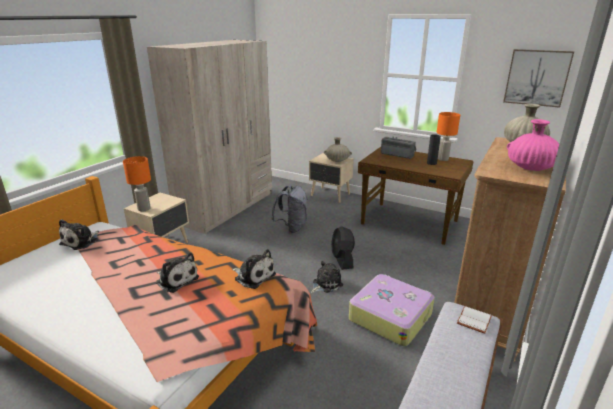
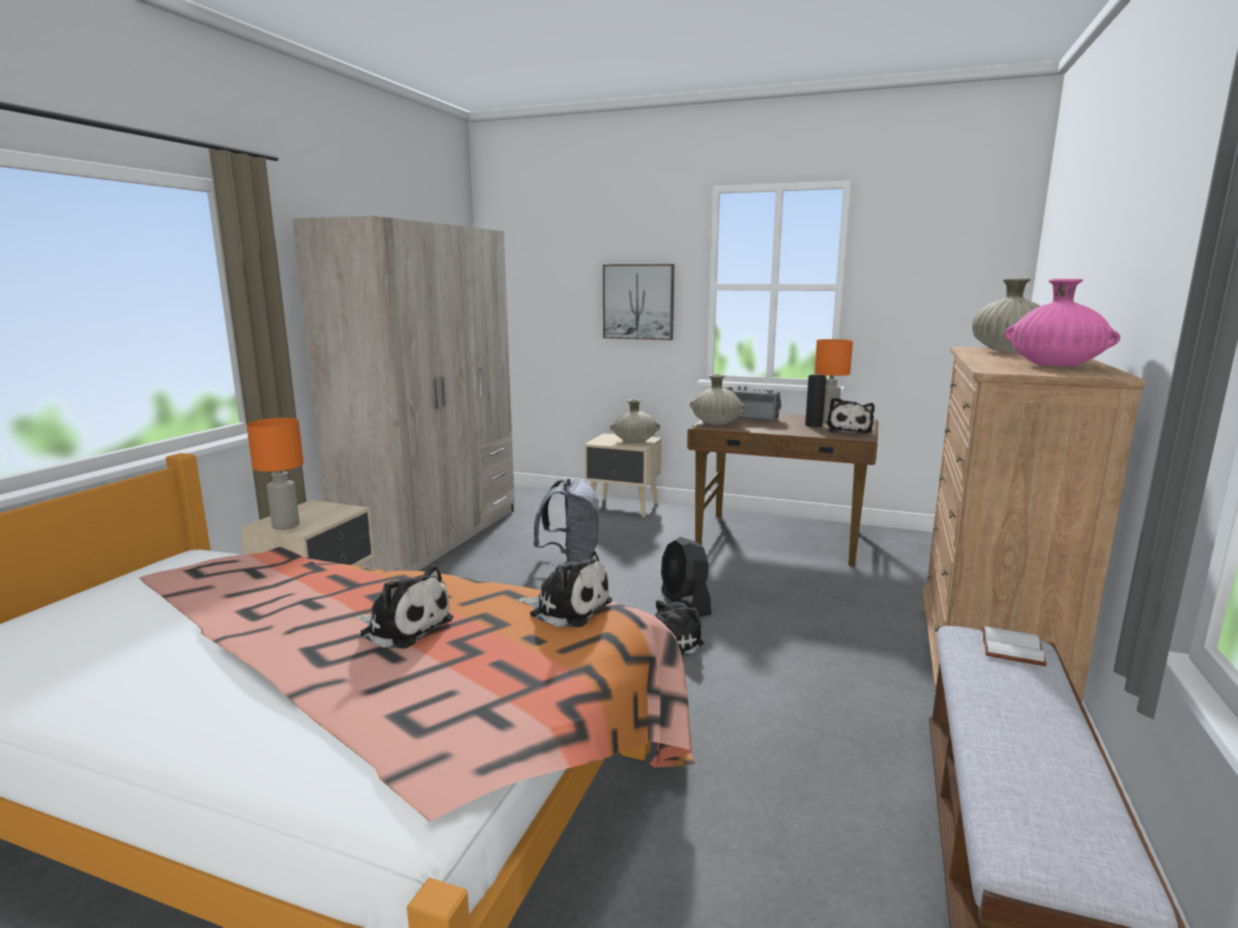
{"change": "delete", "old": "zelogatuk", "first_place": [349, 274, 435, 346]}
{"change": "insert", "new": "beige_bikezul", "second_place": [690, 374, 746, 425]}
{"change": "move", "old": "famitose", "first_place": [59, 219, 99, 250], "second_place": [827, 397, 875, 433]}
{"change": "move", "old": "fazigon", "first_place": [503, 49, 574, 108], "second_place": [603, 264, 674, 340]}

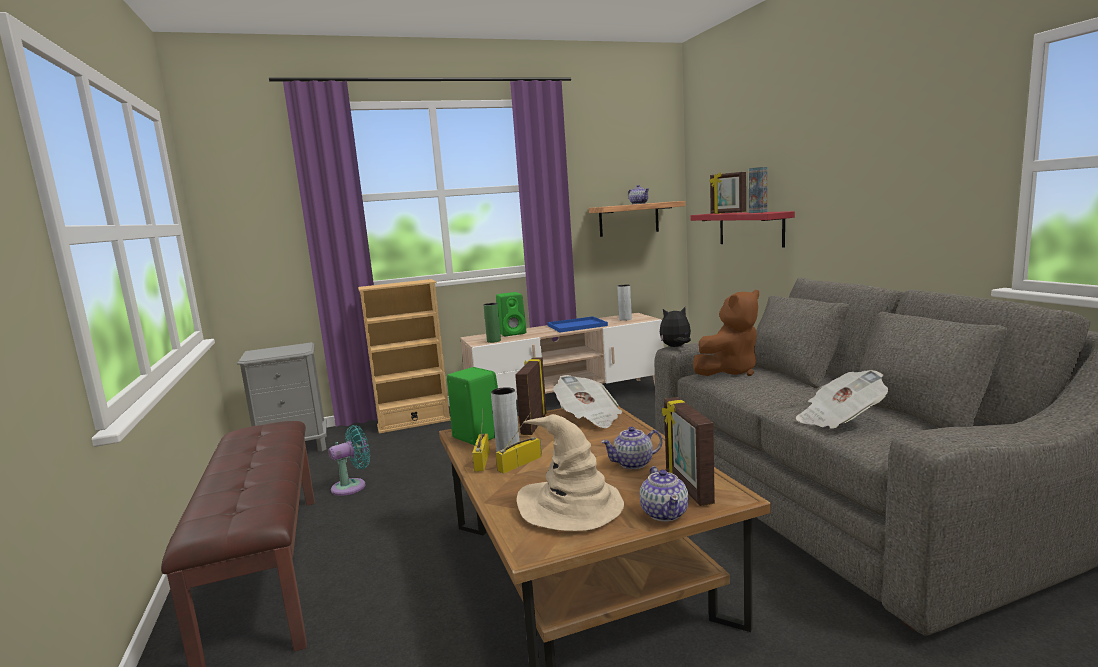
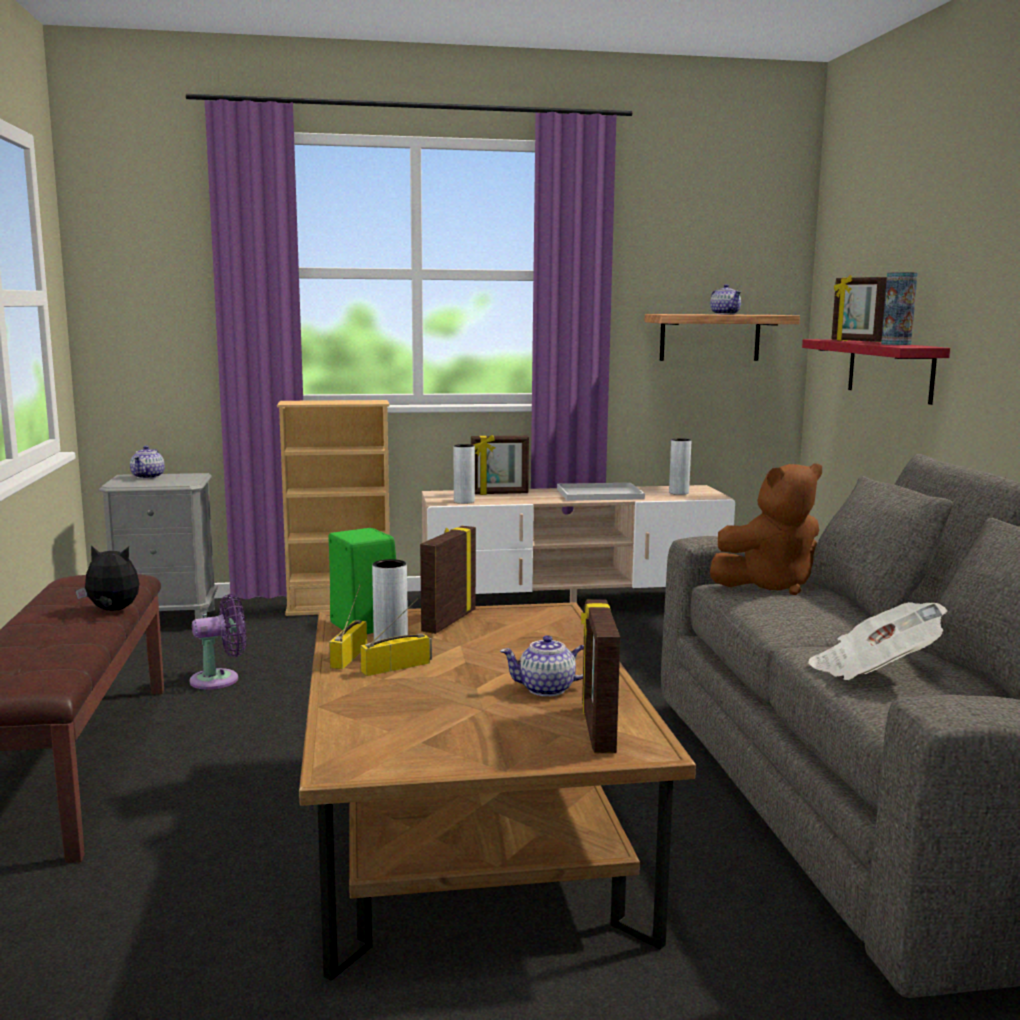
{"change": "delete", "old": "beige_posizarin", "first_place": [517, 414, 624, 531]}
{"change": "delete", "old": "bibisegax", "first_place": [553, 375, 623, 428]}
{"change": "move", "old": "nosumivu", "first_place": [640, 466, 689, 522], "second_place": [130, 445, 165, 479]}
{"change": "move", "old": "famitose", "first_place": [660, 307, 691, 347], "second_place": [75, 545, 139, 611]}
{"change": "replace", "old": "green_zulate", "new": "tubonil", "first_place": [496, 292, 526, 336], "second_place": [471, 435, 529, 495]}
{"change": "recolor", "old": "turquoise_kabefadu", "new": "purple_kabefadu", "first_place": [328, 425, 370, 496], "second_place": [190, 594, 246, 690]}
{"change": "recolor", "old": "green_bikezul", "new": "grey_bikezul", "first_place": [484, 303, 501, 343], "second_place": [454, 444, 475, 504]}
{"change": "recolor", "old": "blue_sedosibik", "new": "white_sedosibik", "first_place": [548, 316, 608, 332], "second_place": [557, 483, 645, 501]}

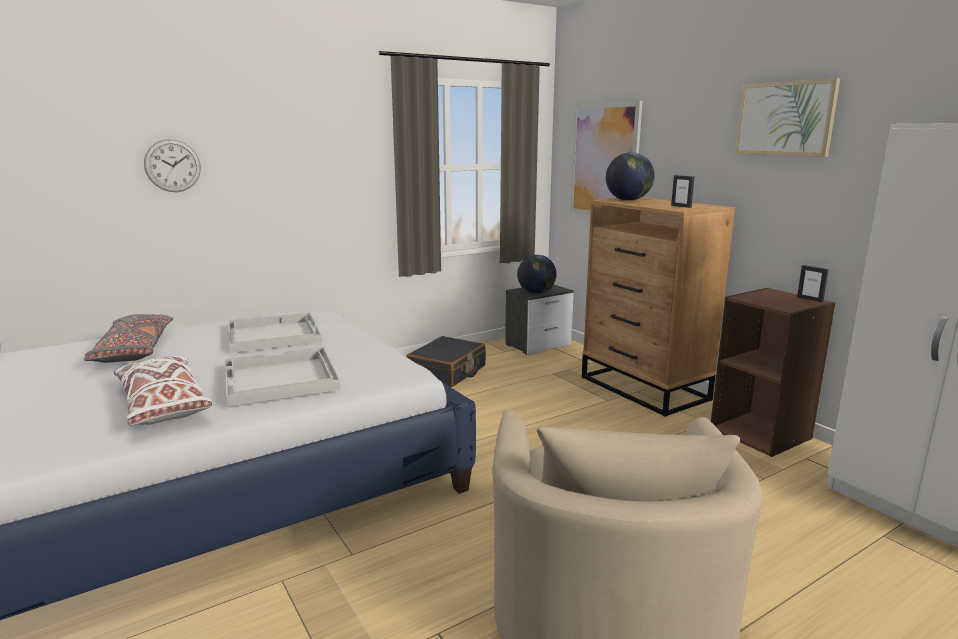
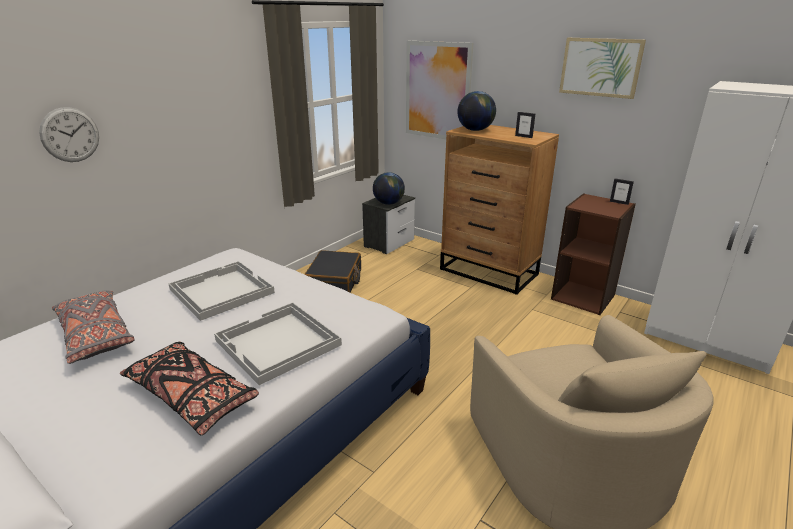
{"change": "recolor", "old": "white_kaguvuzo", "new": "black_kaguvuzo", "first_place": [114, 356, 212, 425], "second_place": [120, 341, 259, 435]}

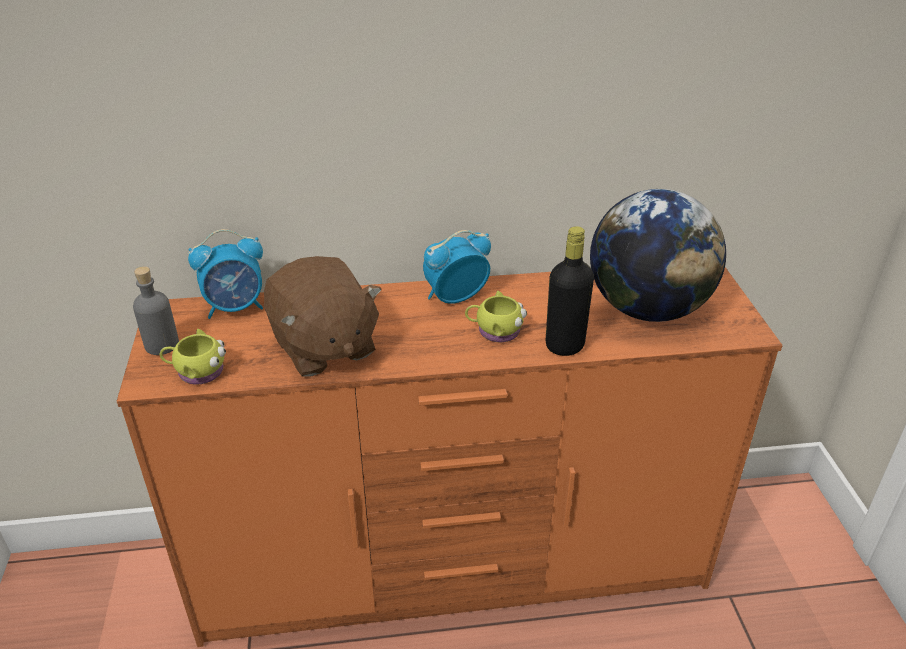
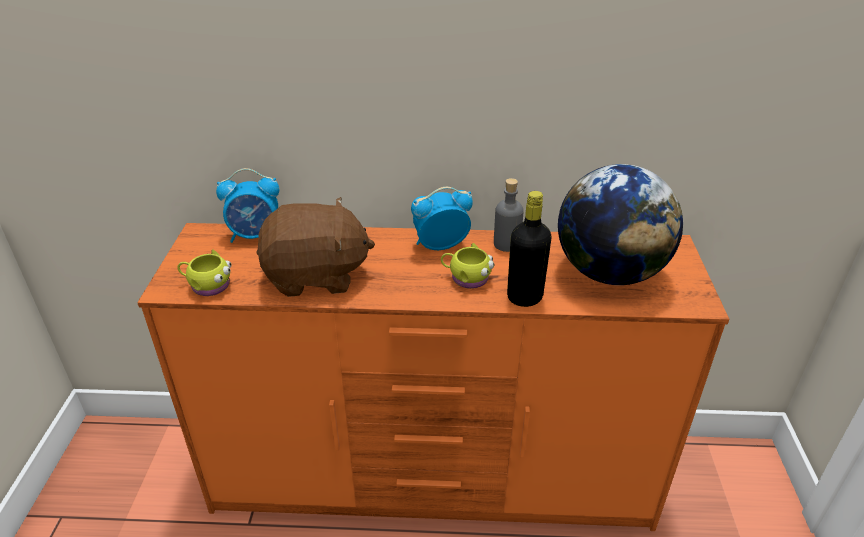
{"change": "move", "old": "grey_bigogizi", "first_place": [133, 266, 179, 355], "second_place": [494, 178, 524, 252]}
{"change": "rotate", "old": "brown_famitose", "first_place": [264, 256, 382, 377], "second_place": [257, 197, 375, 297], "degrees": -75}

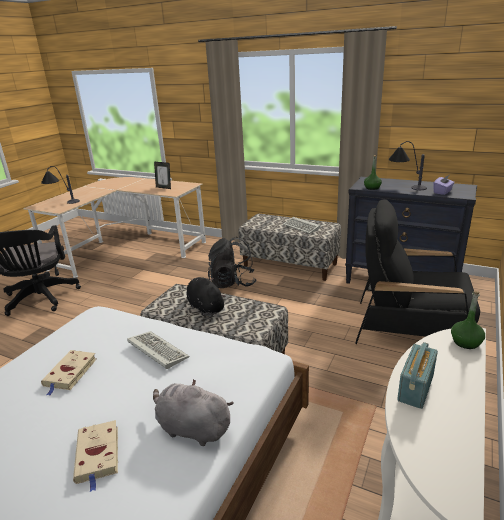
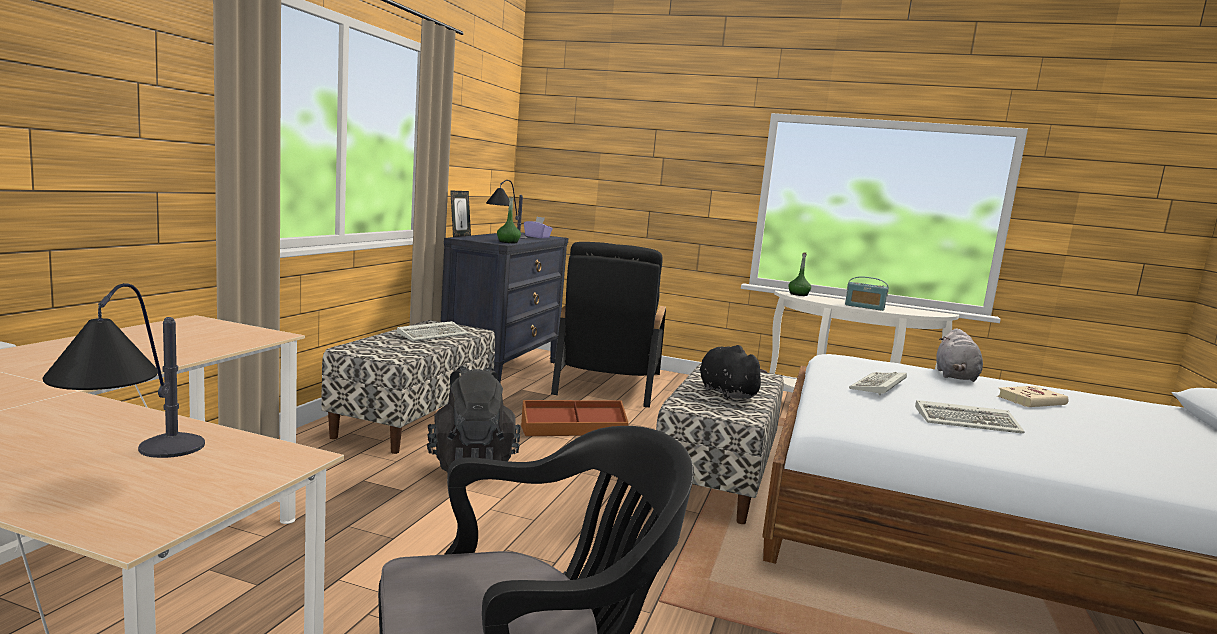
{"change": "insert", "new": "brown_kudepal", "second_place": [521, 400, 628, 436]}
{"change": "move", "old": "tubonil", "first_place": [154, 162, 171, 189], "second_place": [450, 191, 471, 237]}
{"change": "replace", "old": "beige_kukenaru", "new": "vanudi", "first_place": [41, 350, 97, 396], "second_place": [915, 400, 1025, 434]}
{"change": "rotate", "old": "black_famitose", "first_place": [187, 277, 226, 316], "second_place": [700, 345, 767, 399], "degrees": 105}

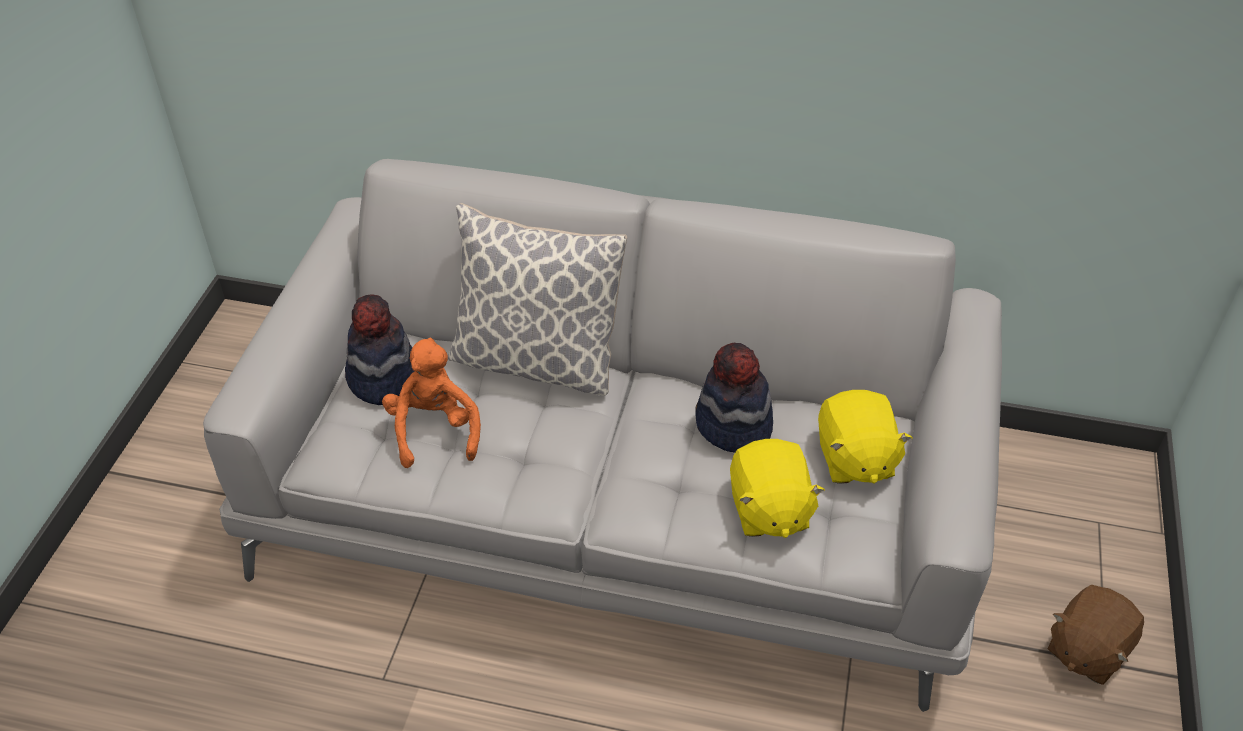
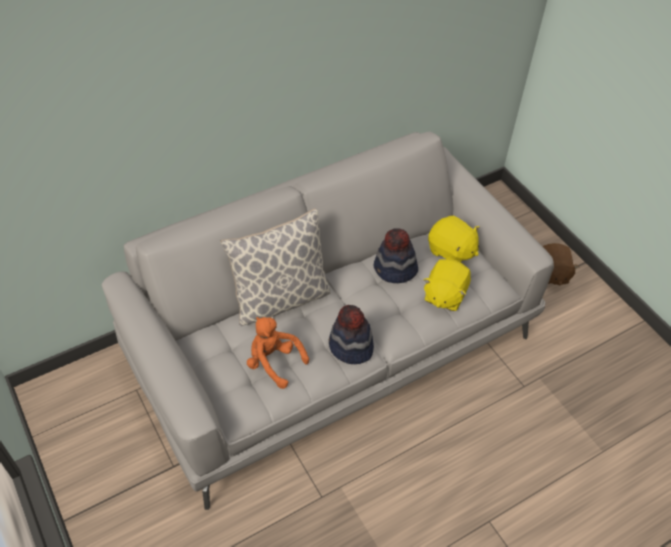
{"change": "move", "old": "posizarin", "first_place": [345, 294, 414, 405], "second_place": [329, 305, 374, 364]}
{"change": "rotate", "old": "yellow_famitose", "first_place": [730, 439, 825, 538], "second_place": [423, 259, 471, 311], "degrees": 75}

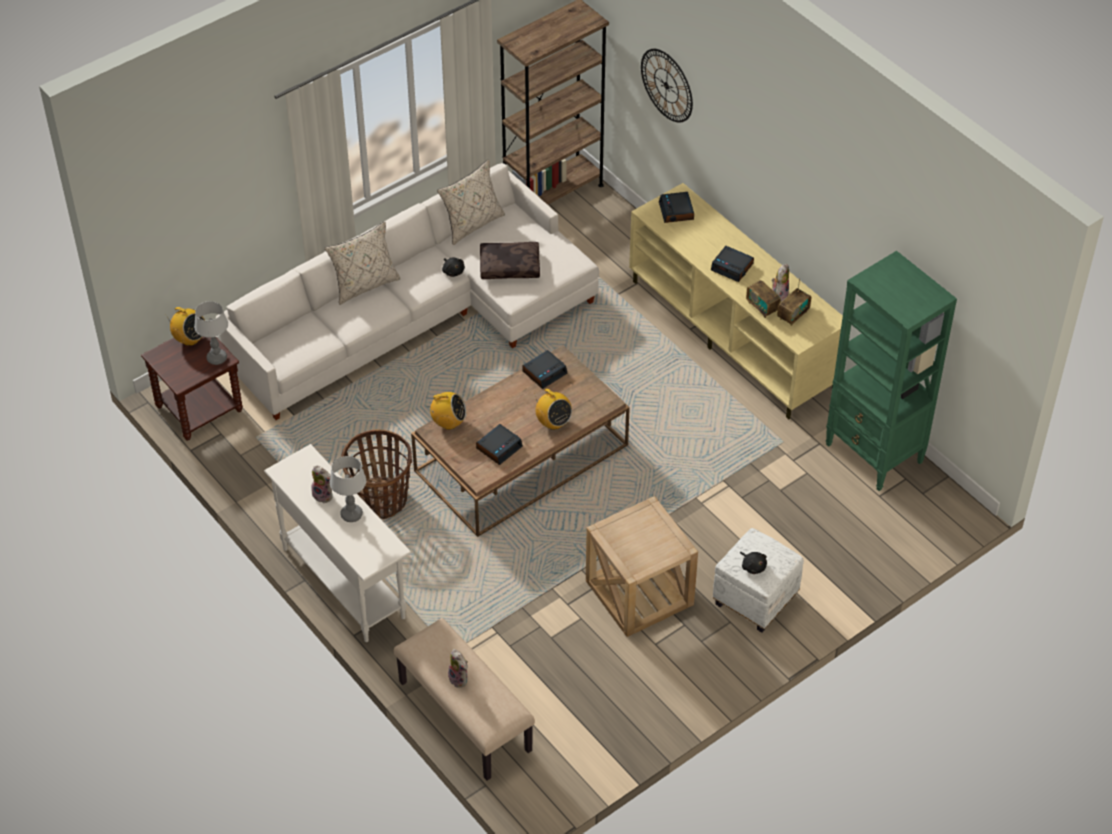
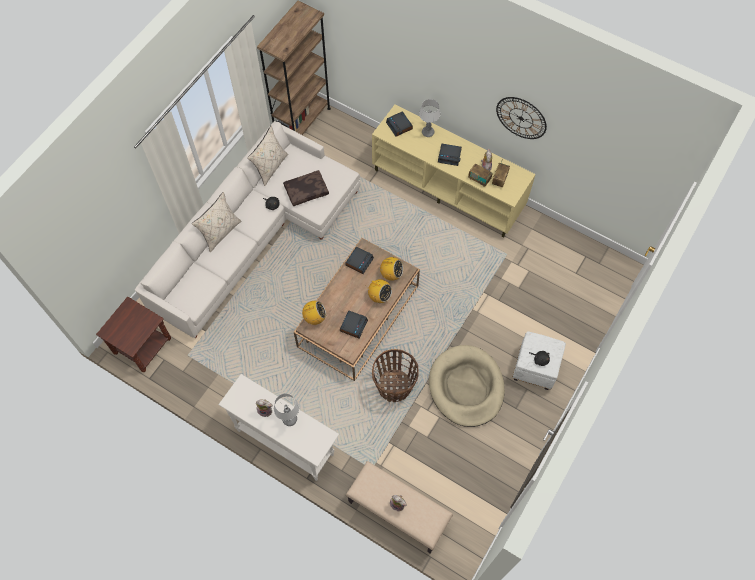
{"change": "delete", "old": "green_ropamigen", "first_place": [826, 251, 957, 491]}
{"change": "move", "old": "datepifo", "first_place": [166, 307, 205, 346], "second_place": [380, 257, 404, 281]}
{"change": "move", "old": "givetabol", "first_place": [194, 301, 228, 365], "second_place": [419, 99, 440, 137]}
{"change": "move", "old": "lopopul", "first_place": [341, 429, 412, 519], "second_place": [372, 349, 419, 402]}
{"change": "move", "old": "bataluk", "first_place": [641, 49, 693, 123], "second_place": [496, 97, 547, 139]}
{"change": "replace", "old": "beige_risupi", "new": "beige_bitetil", "first_place": [586, 496, 698, 637], "second_place": [429, 345, 505, 427]}

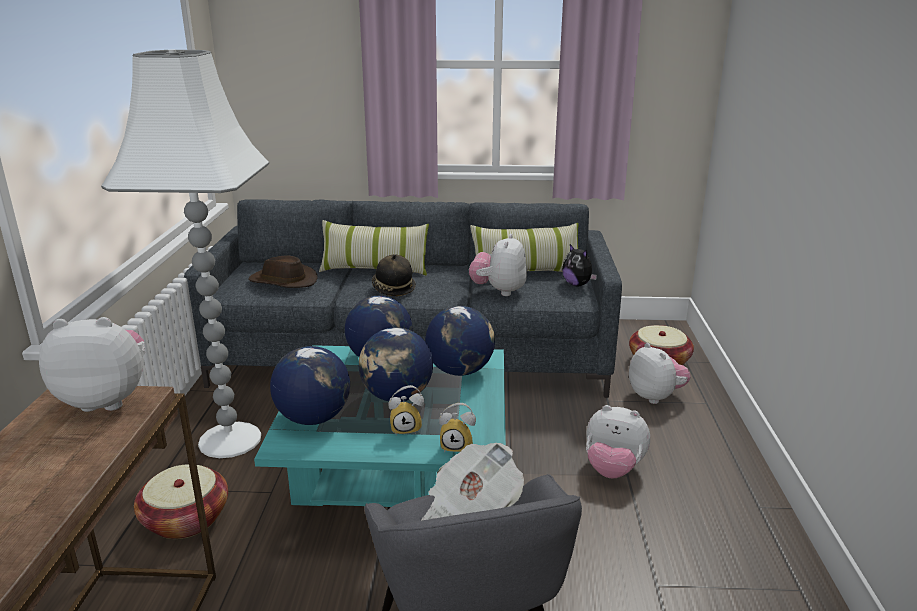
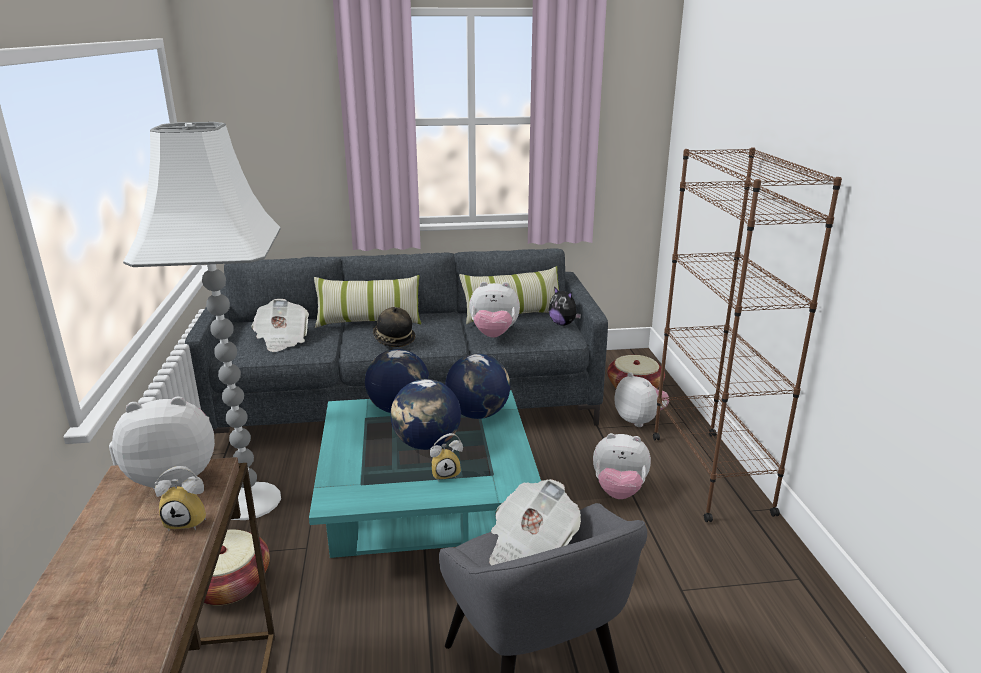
{"change": "delete", "old": "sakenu", "first_place": [270, 346, 350, 425]}
{"change": "insert", "new": "brown_ropamigen", "second_place": [653, 147, 842, 522]}
{"change": "move", "old": "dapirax", "first_place": [439, 403, 476, 452], "second_place": [155, 466, 206, 531]}
{"change": "replace", "old": "brown_posizarin", "new": "bibisegax", "first_place": [248, 256, 318, 288], "second_place": [252, 299, 309, 352]}
{"change": "rotate", "old": "famitose", "first_place": [469, 234, 527, 296], "second_place": [469, 282, 520, 338], "degrees": -90}

